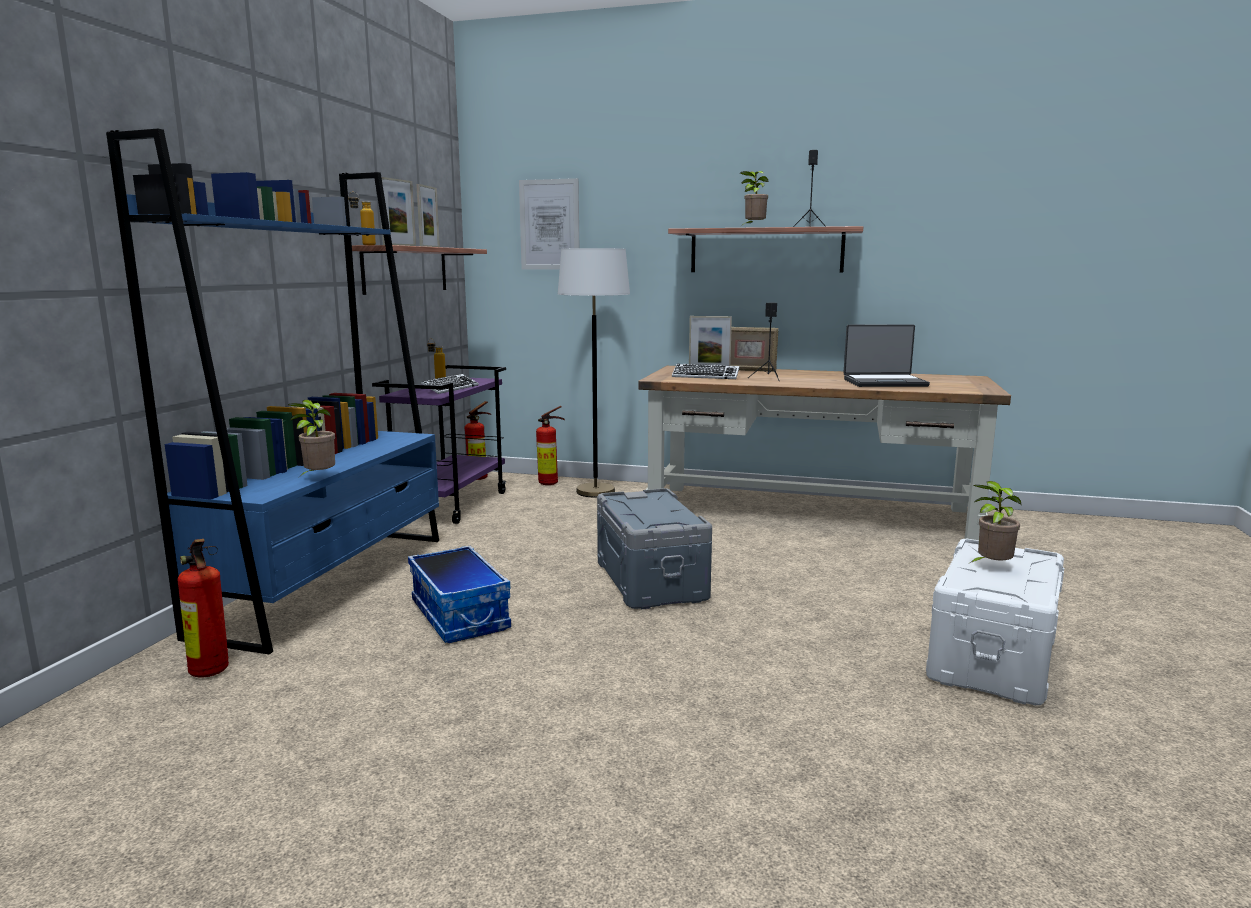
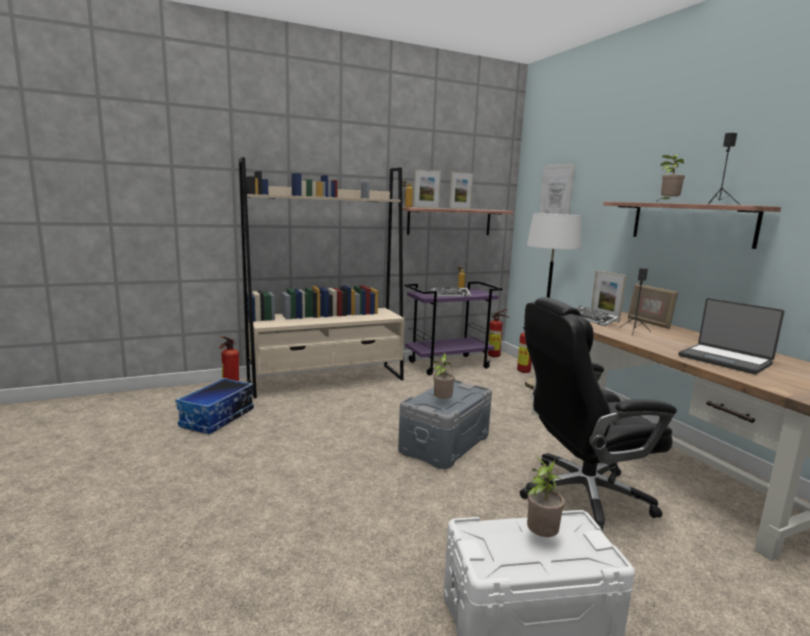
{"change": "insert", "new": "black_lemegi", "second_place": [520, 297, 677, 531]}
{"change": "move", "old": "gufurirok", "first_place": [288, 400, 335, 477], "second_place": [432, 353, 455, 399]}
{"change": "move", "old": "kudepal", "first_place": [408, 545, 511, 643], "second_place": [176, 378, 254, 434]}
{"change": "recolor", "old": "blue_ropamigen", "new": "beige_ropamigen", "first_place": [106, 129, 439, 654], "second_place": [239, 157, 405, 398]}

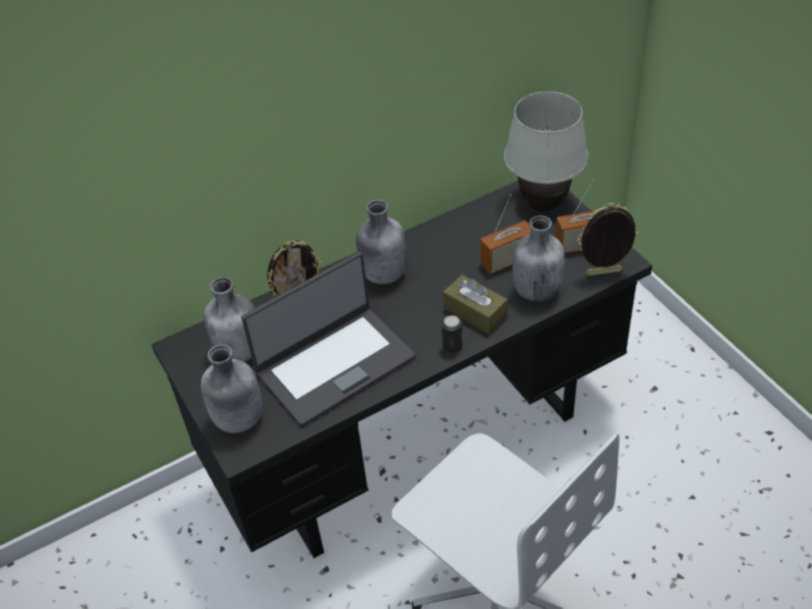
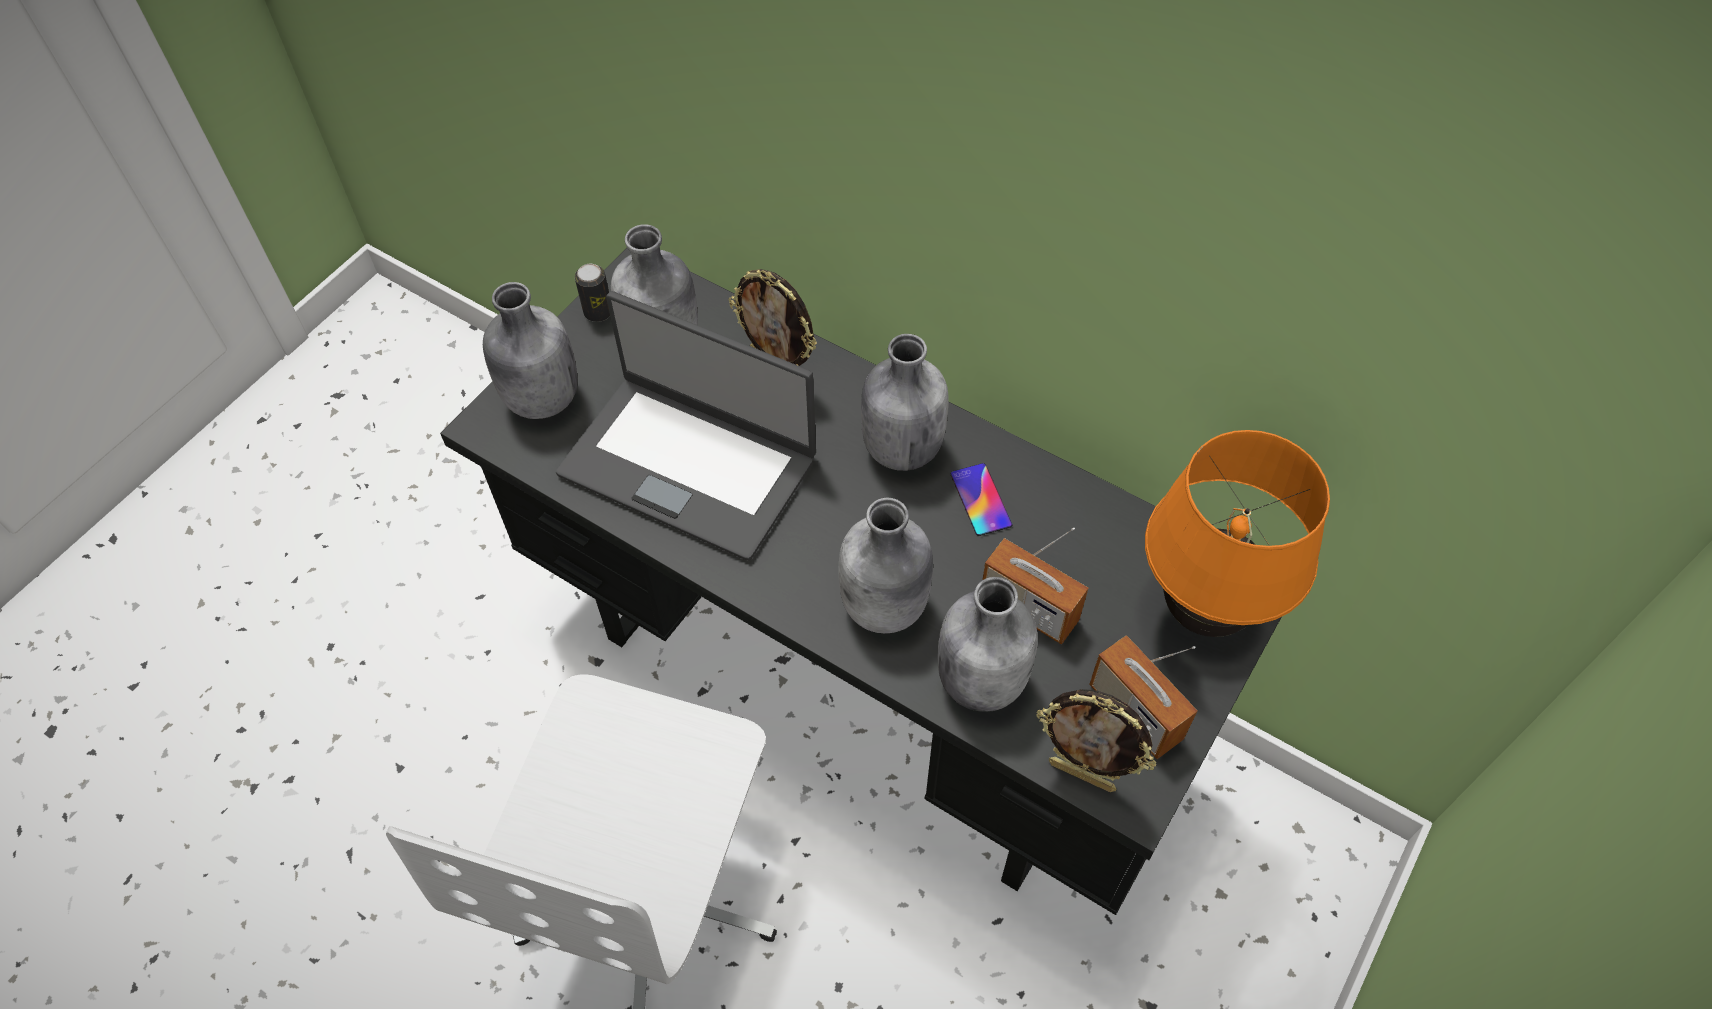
{"change": "insert", "new": "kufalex", "second_place": [951, 463, 1012, 536]}
{"change": "move", "old": "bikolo", "first_place": [442, 315, 462, 353], "second_place": [575, 264, 610, 322]}
{"change": "replace", "old": "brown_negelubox", "new": "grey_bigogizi", "first_place": [443, 275, 508, 334], "second_place": [839, 498, 933, 634]}
{"change": "recolor", "old": "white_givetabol", "new": "orange_givetabol", "first_place": [504, 91, 588, 211], "second_place": [1145, 430, 1330, 637]}
{"change": "rotate", "old": "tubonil", "first_place": [577, 203, 639, 276], "second_place": [1036, 689, 1156, 792], "degrees": 150}

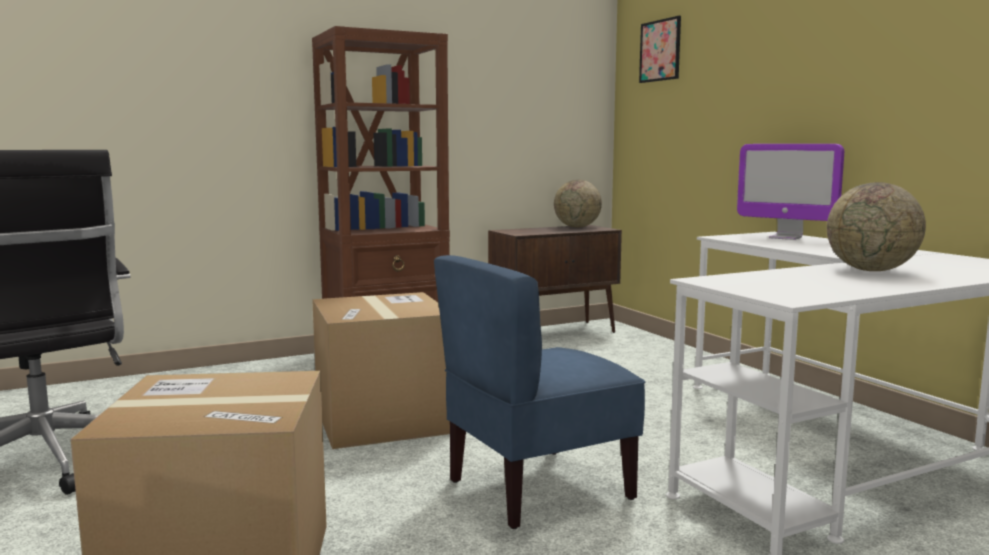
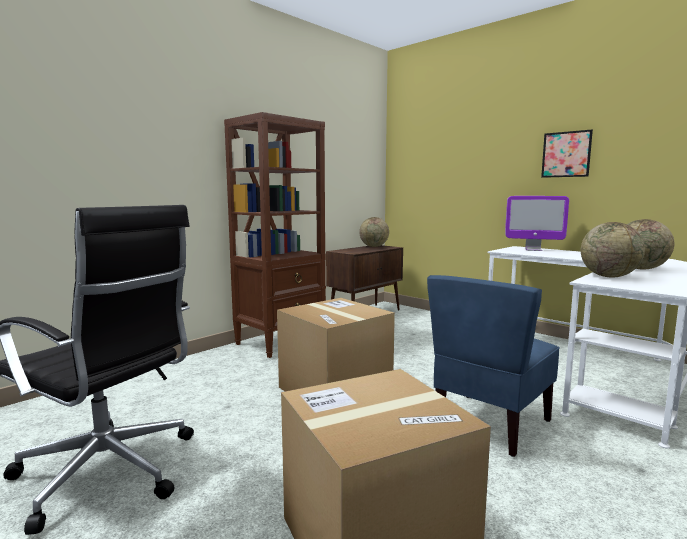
{"change": "insert", "new": "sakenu", "second_place": [581, 222, 645, 277]}
{"change": "move", "old": "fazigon", "first_place": [639, 16, 681, 83], "second_place": [541, 130, 593, 178]}

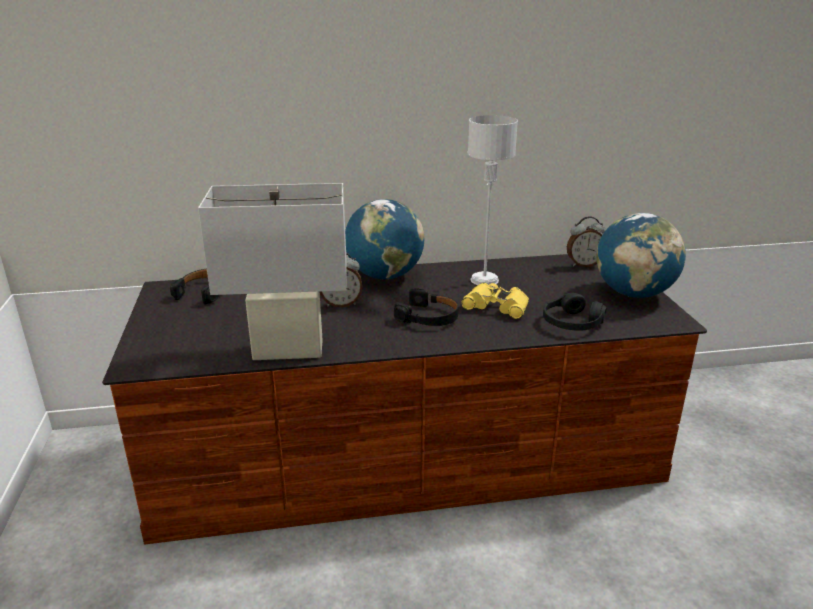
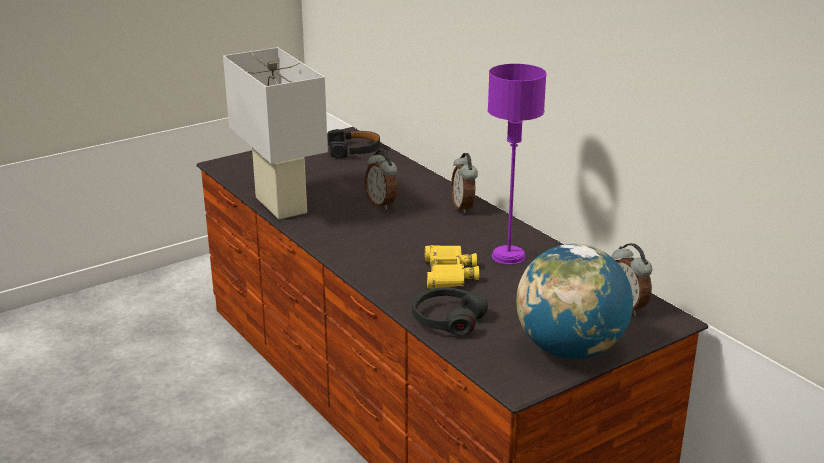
{"change": "delete", "old": "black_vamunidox", "first_place": [394, 288, 459, 326]}
{"change": "replace", "old": "sakenu", "new": "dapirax", "first_place": [345, 199, 424, 279], "second_place": [451, 153, 478, 214]}
{"change": "recolor", "old": "grey_givetabol", "new": "purple_givetabol", "first_place": [468, 115, 518, 285], "second_place": [488, 64, 547, 265]}

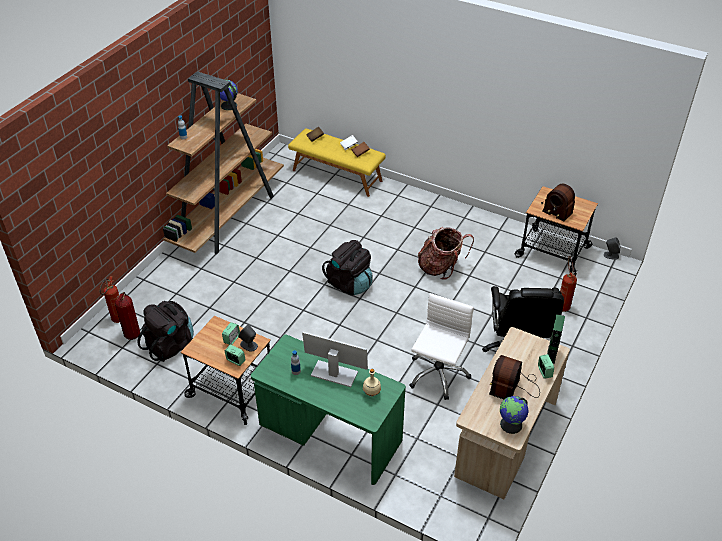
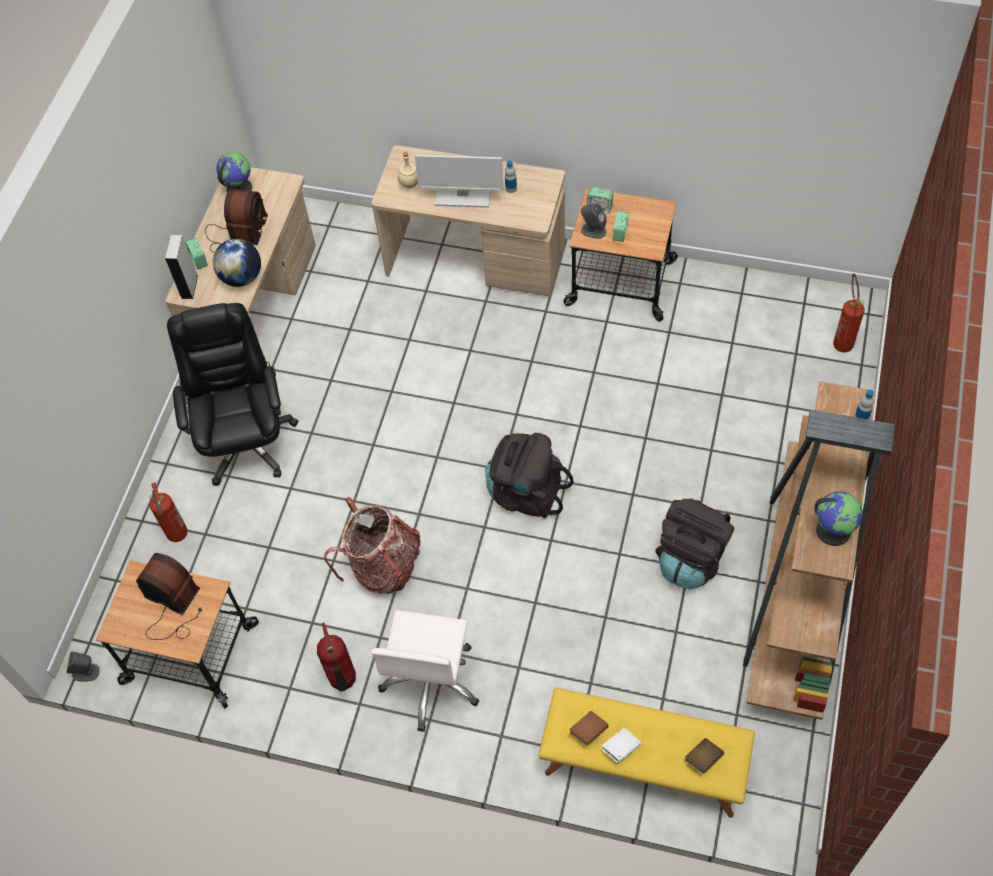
{"change": "insert", "new": "sakenu", "second_place": [213, 239, 261, 287]}
{"change": "move", "old": "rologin", "first_place": [115, 292, 140, 340], "second_place": [317, 622, 356, 691]}
{"change": "move", "old": "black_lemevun", "first_place": [137, 301, 194, 362], "second_place": [656, 499, 734, 589]}
{"change": "move", "old": "white_lemegi", "first_place": [410, 293, 474, 400], "second_place": [371, 610, 479, 732]}
{"change": "recolor", "old": "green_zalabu", "new": "beige_zalabu", "first_place": [251, 335, 406, 485], "second_place": [372, 145, 565, 296]}
{"change": "recolor", "old": "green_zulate", "new": "grey_zulate", "first_place": [547, 314, 565, 364], "second_place": [165, 235, 198, 299]}

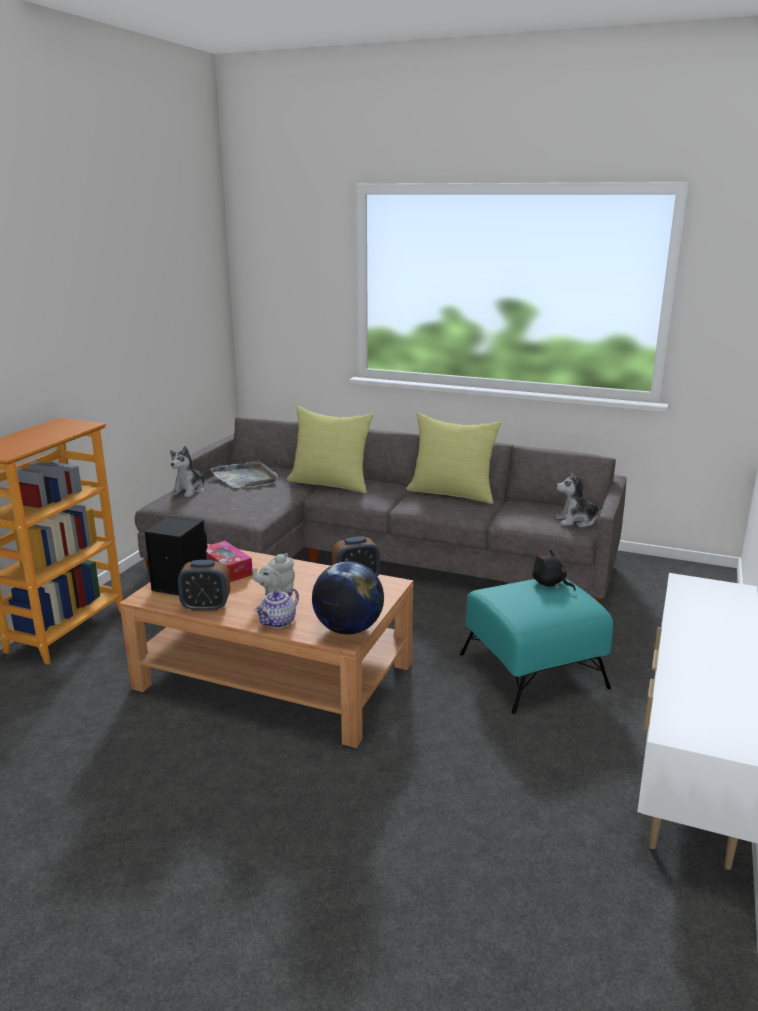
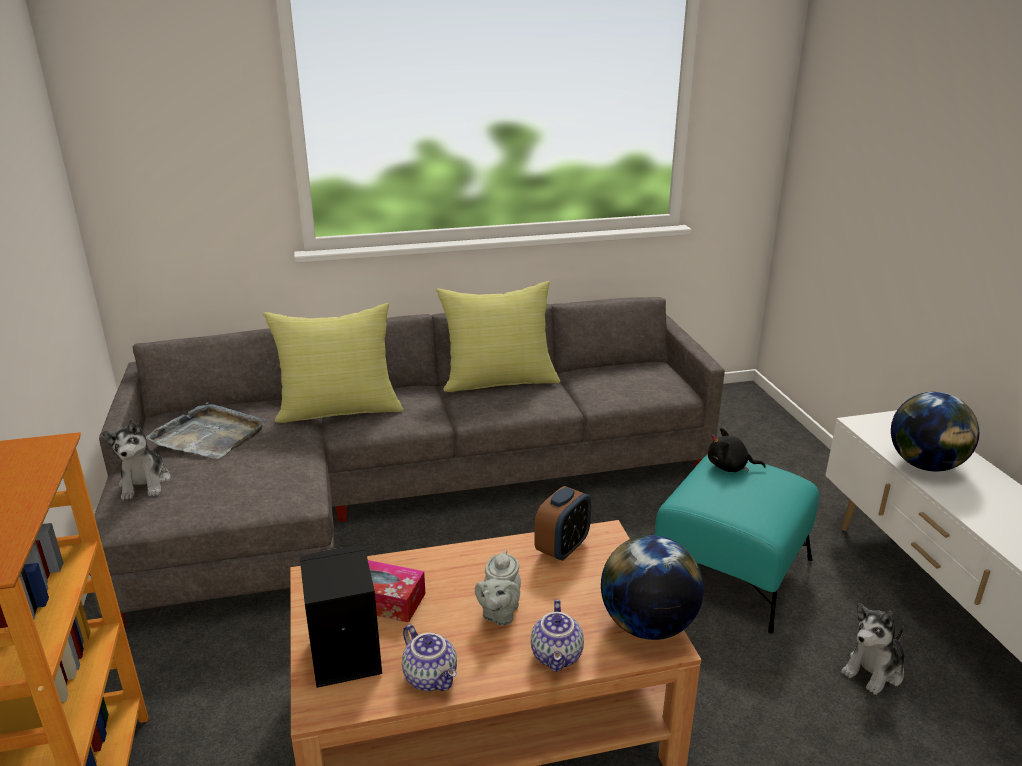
{"change": "insert", "new": "sakenu", "second_place": [891, 392, 979, 471]}
{"change": "move", "old": "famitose", "first_place": [555, 472, 603, 527], "second_place": [841, 603, 905, 695]}
{"change": "replace", "old": "dapirax", "new": "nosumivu", "first_place": [178, 560, 230, 611], "second_place": [402, 624, 457, 691]}

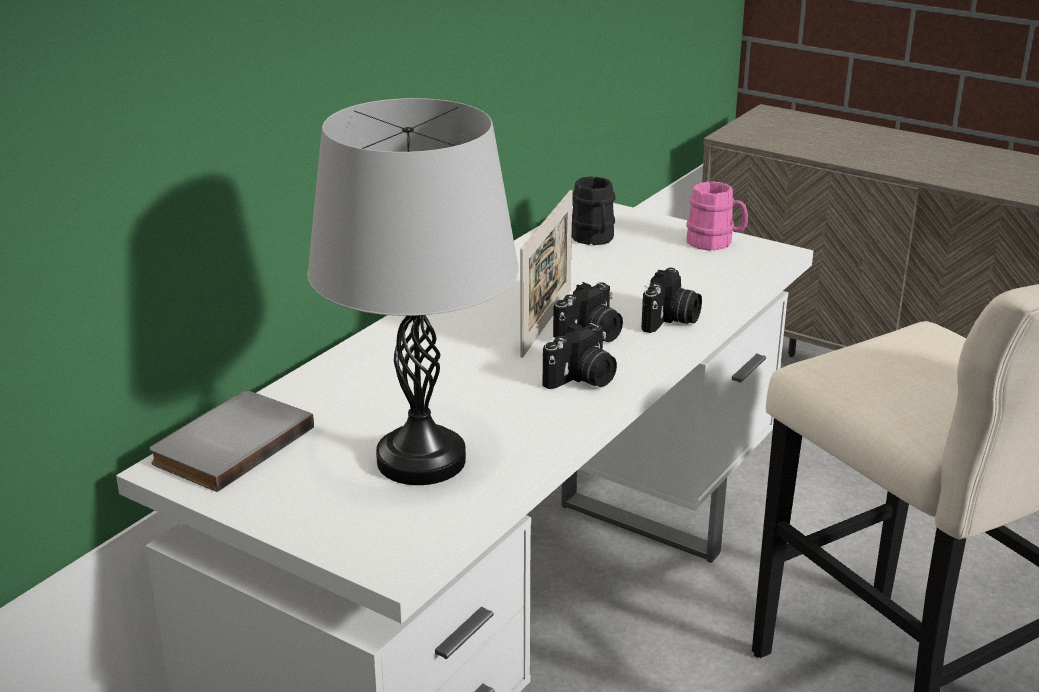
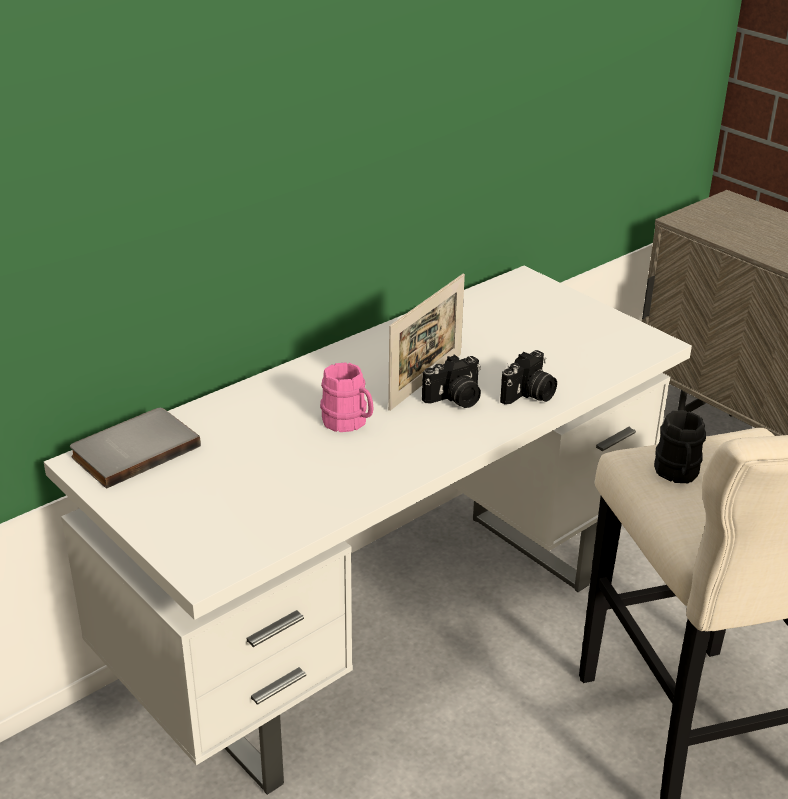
{"change": "delete", "old": "grey_givetabol", "first_place": [307, 98, 519, 485]}
{"change": "delete", "old": "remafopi", "first_place": [542, 322, 617, 389]}
{"change": "move", "old": "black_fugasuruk", "first_place": [572, 176, 615, 245], "second_place": [654, 410, 706, 483]}
{"change": "move", "old": "pink_fugasuruk", "first_place": [686, 181, 748, 251], "second_place": [320, 362, 374, 432]}

